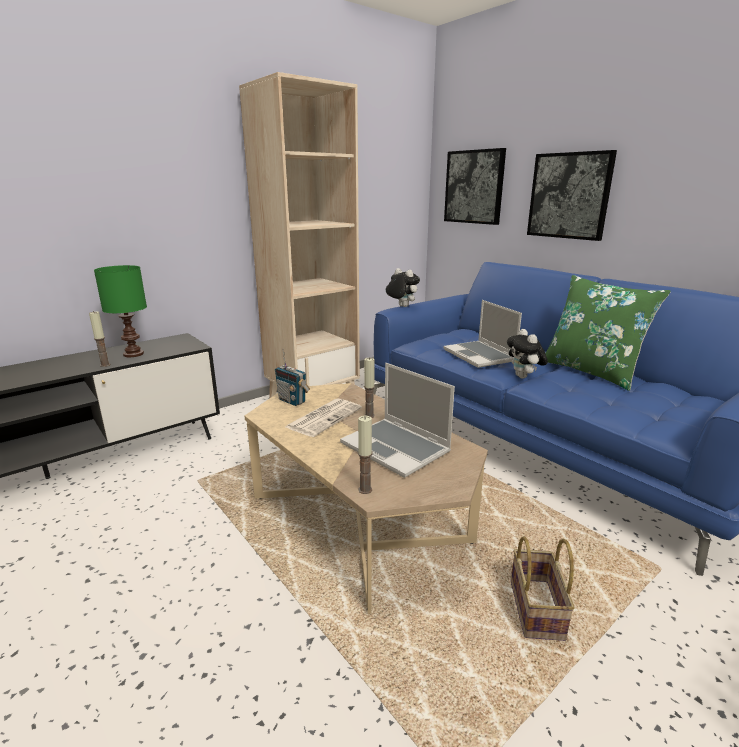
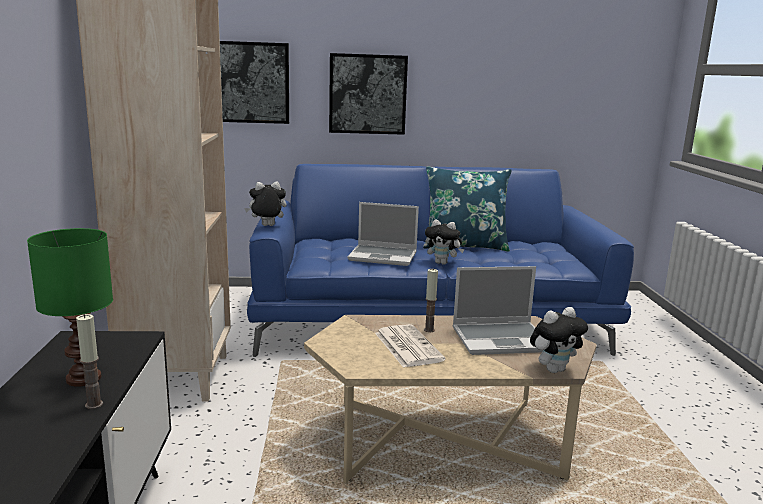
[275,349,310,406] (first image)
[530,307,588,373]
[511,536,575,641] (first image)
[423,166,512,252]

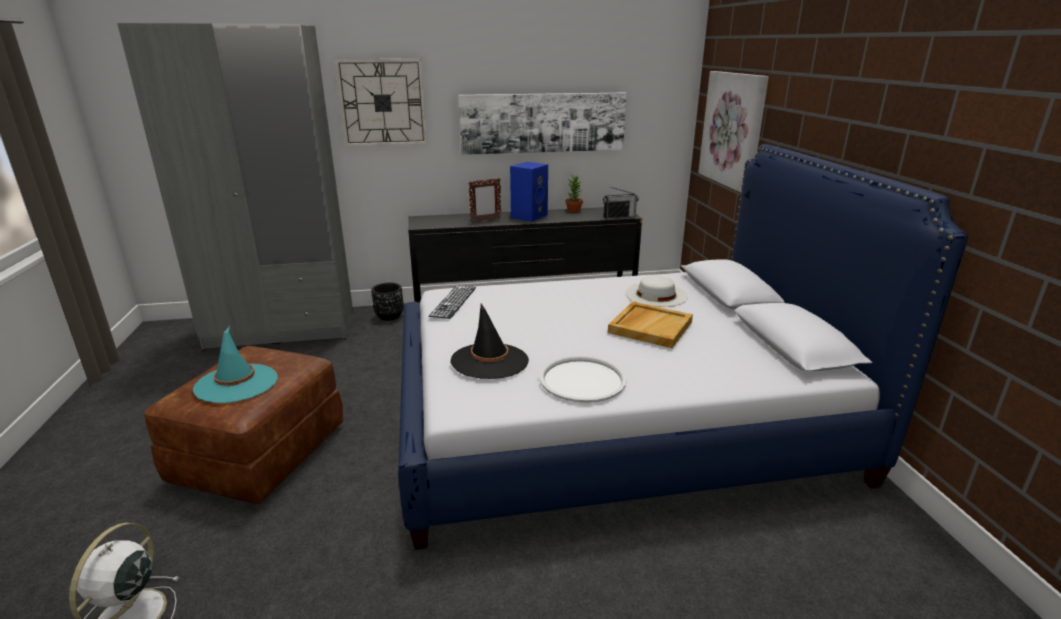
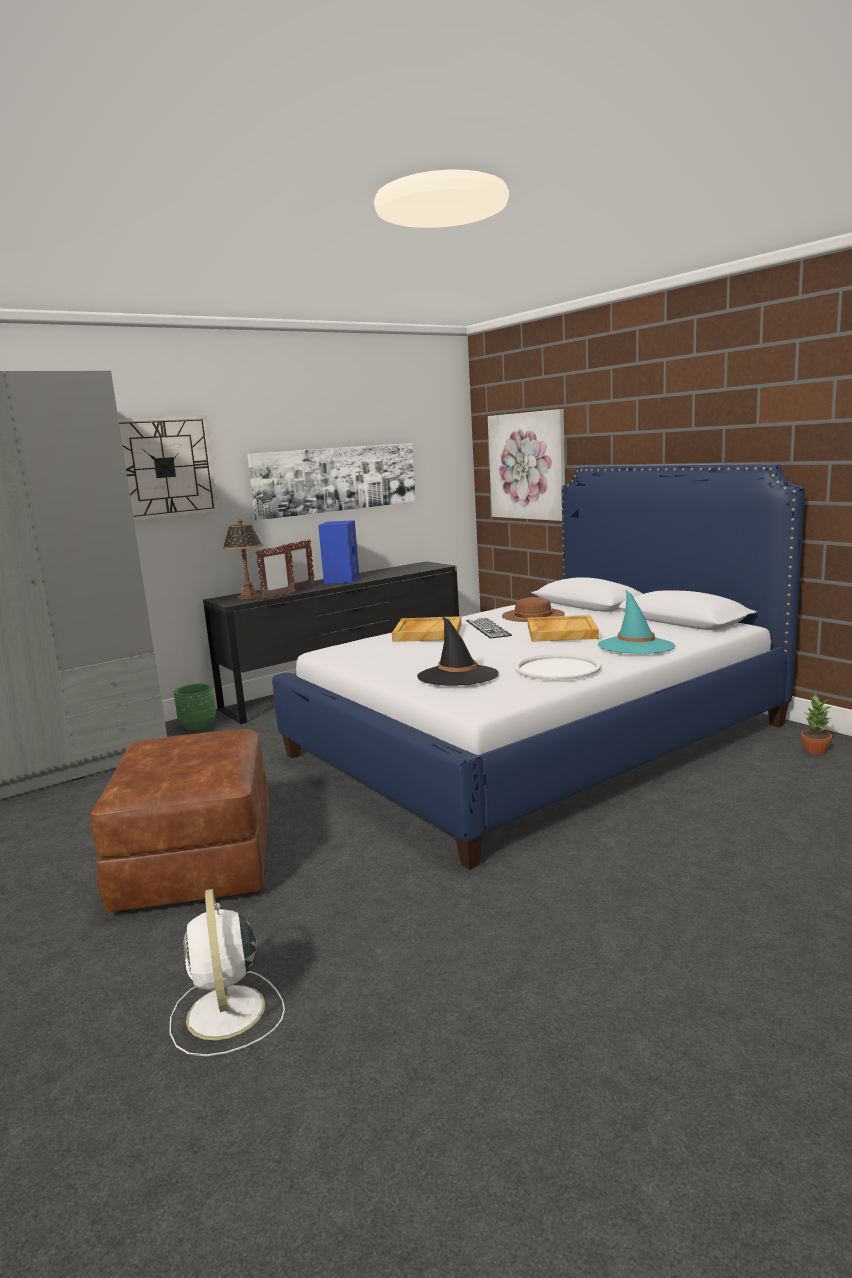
[598,589,675,654]
[174,683,216,731]
[466,618,512,639]
[801,695,832,754]
[603,186,639,219] (first image)
[502,597,565,622]
[222,519,263,599]
[255,544,296,599]
[392,616,462,642]

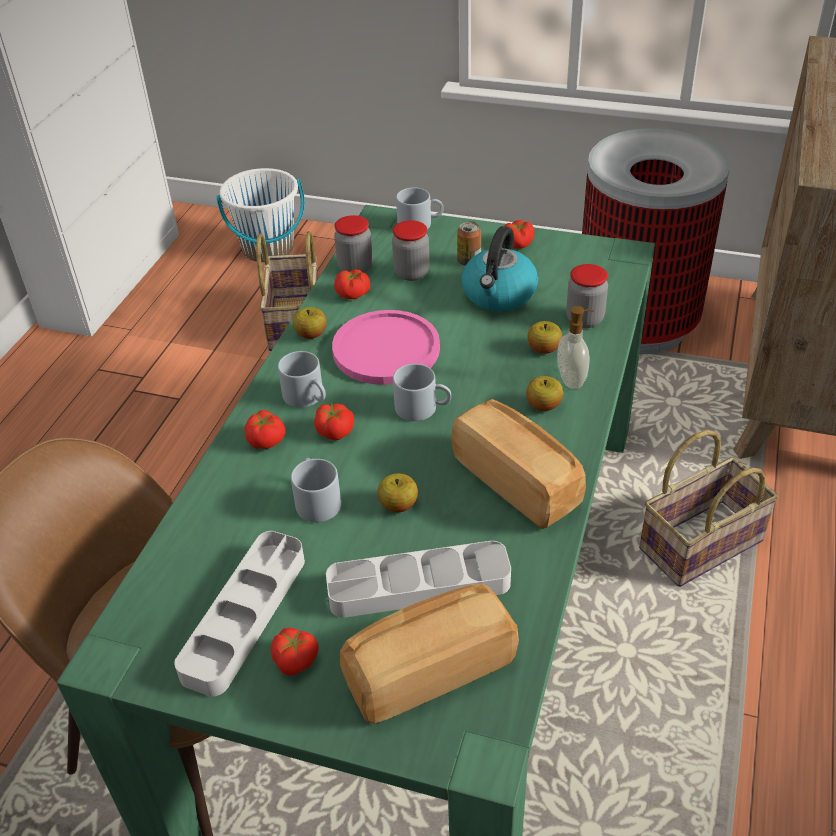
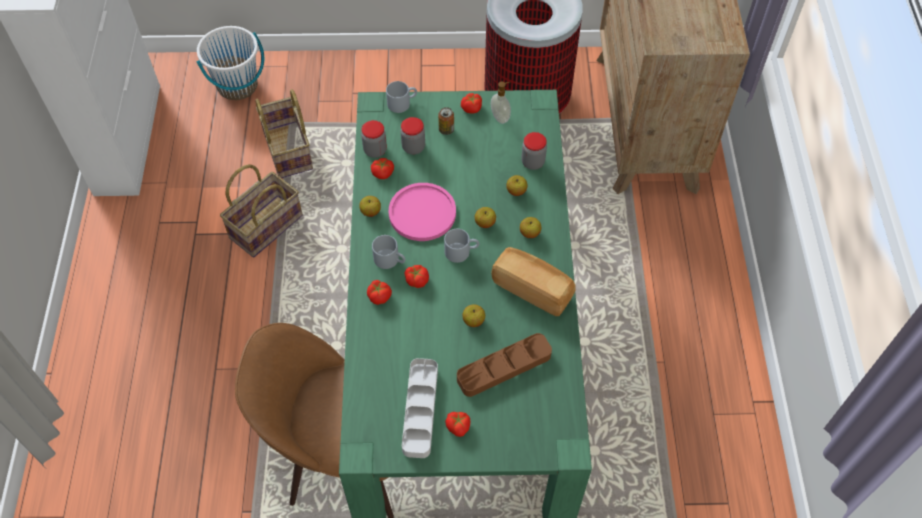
[291,458,341,522] (first image)
[457,333,552,397]
[340,584,519,724] (first image)
[461,226,538,311] (first image)
[491,81,511,124]
[220,164,303,258]
[475,207,496,228]

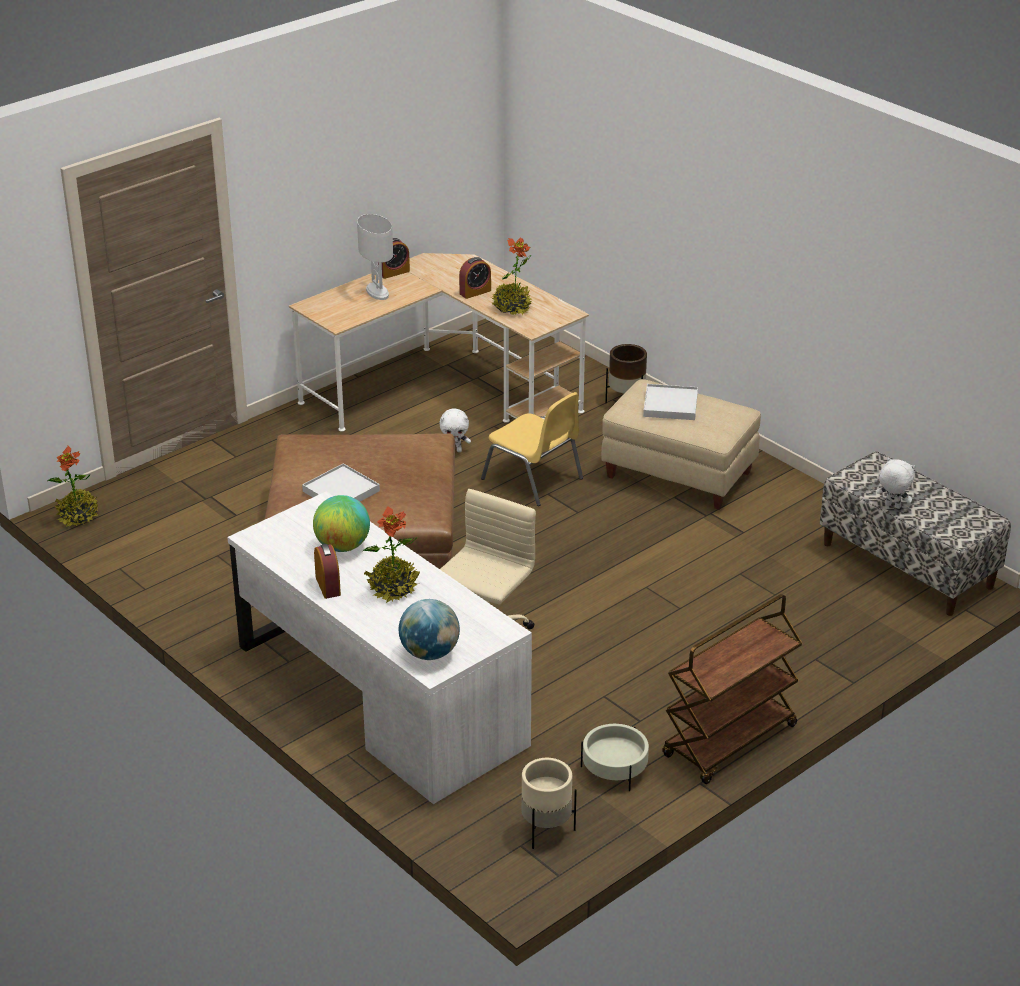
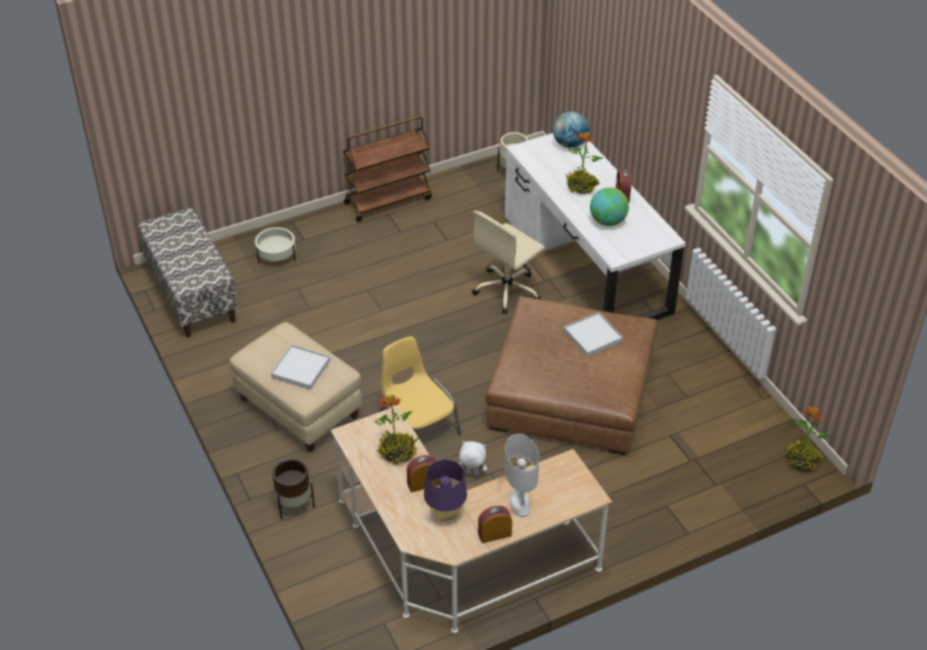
[255,227,296,264]
[877,458,915,509] (first image)
[424,459,467,522]

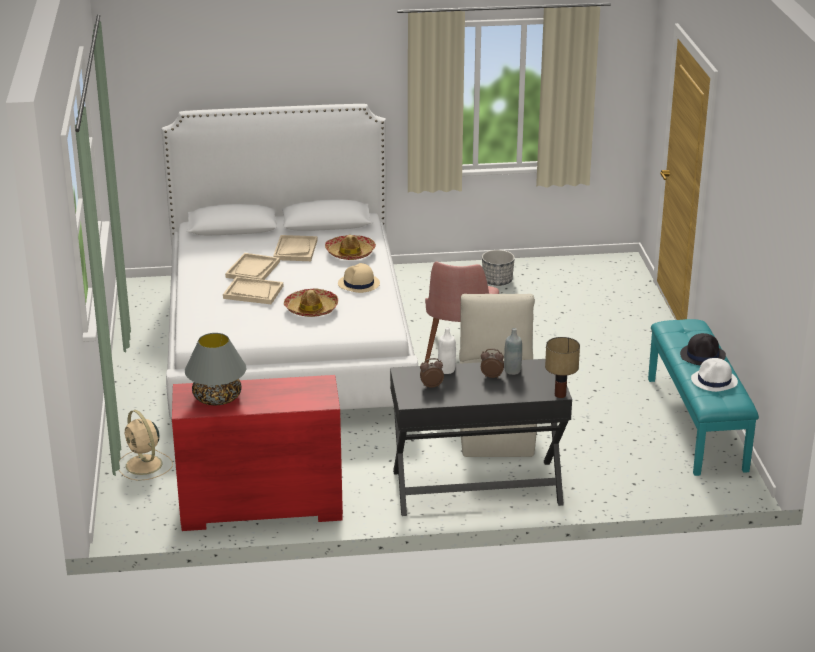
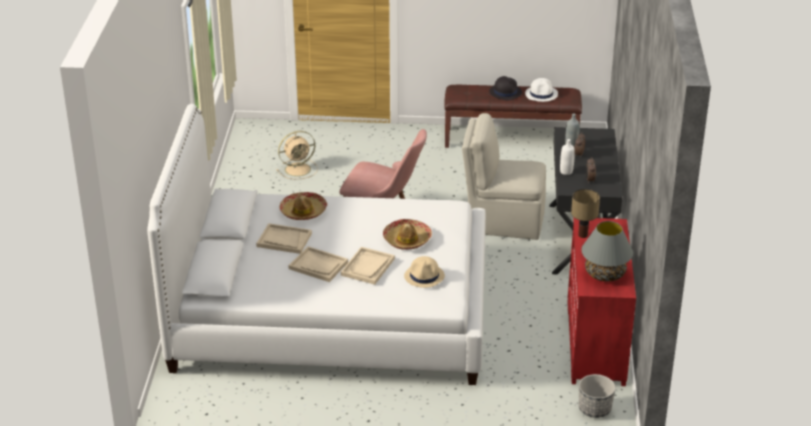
[276,131,318,179]
[404,256,445,288]
[579,374,616,418]
[571,189,600,238]
[444,85,582,148]

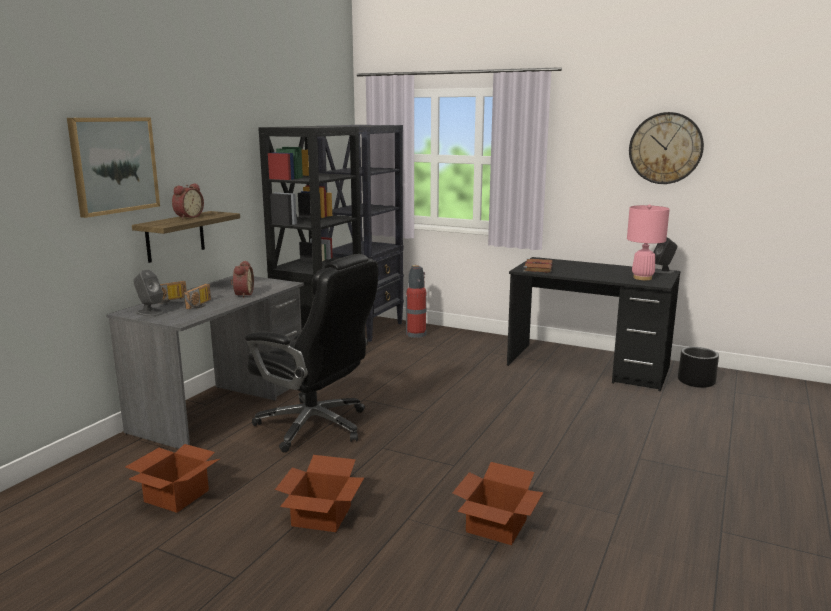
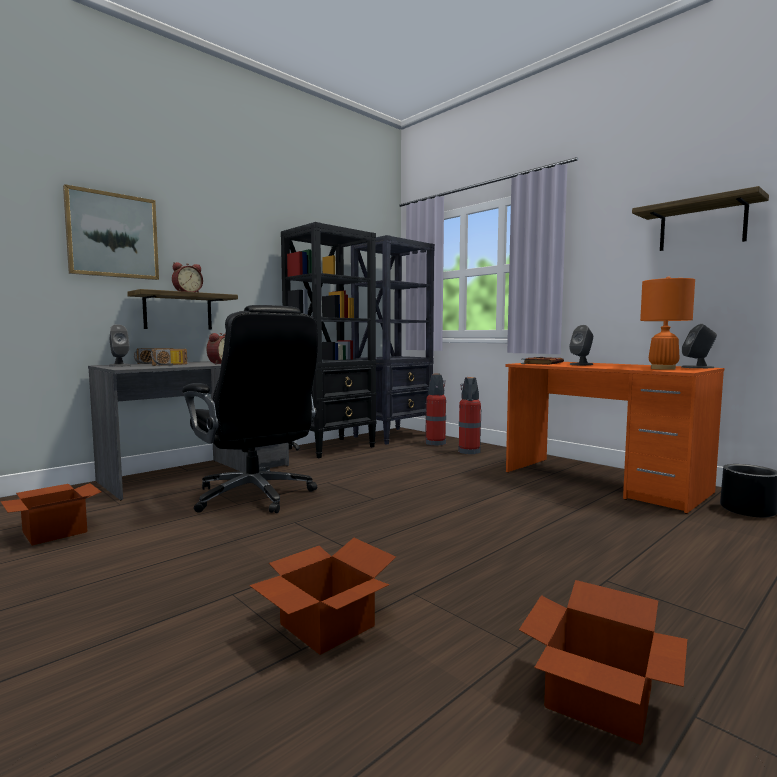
[519,580,687,745]
[505,362,724,514]
[640,276,695,370]
[632,186,769,251]
[458,377,481,454]
[569,325,593,365]

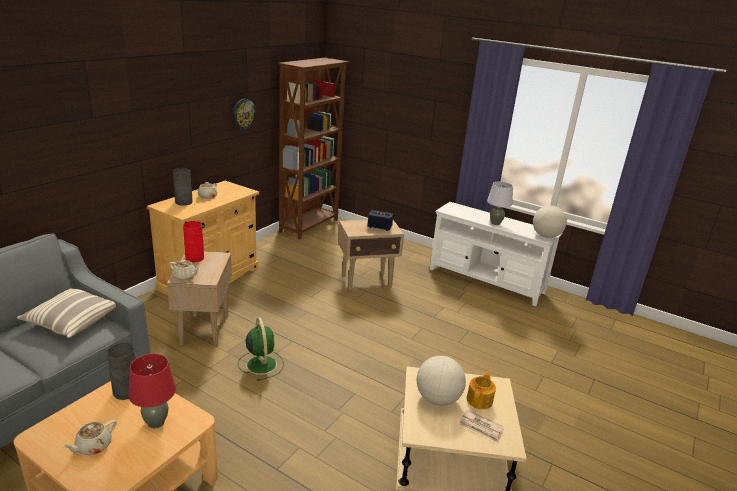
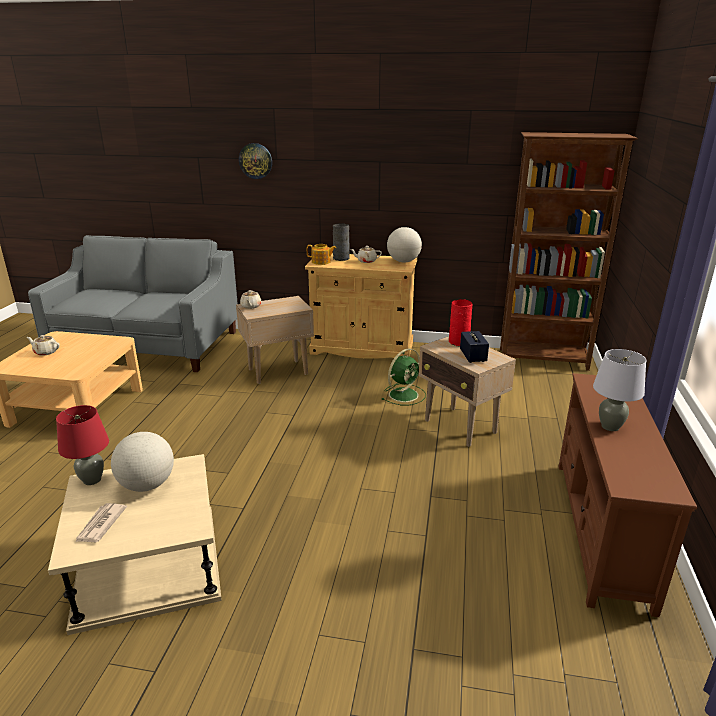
[17,288,116,338] (first image)
[107,343,135,400] (first image)
[56,405,109,485]
[449,299,472,346]
[239,143,272,179]
[382,348,426,405]
[558,373,697,617]
[307,244,336,265]
[387,227,422,262]

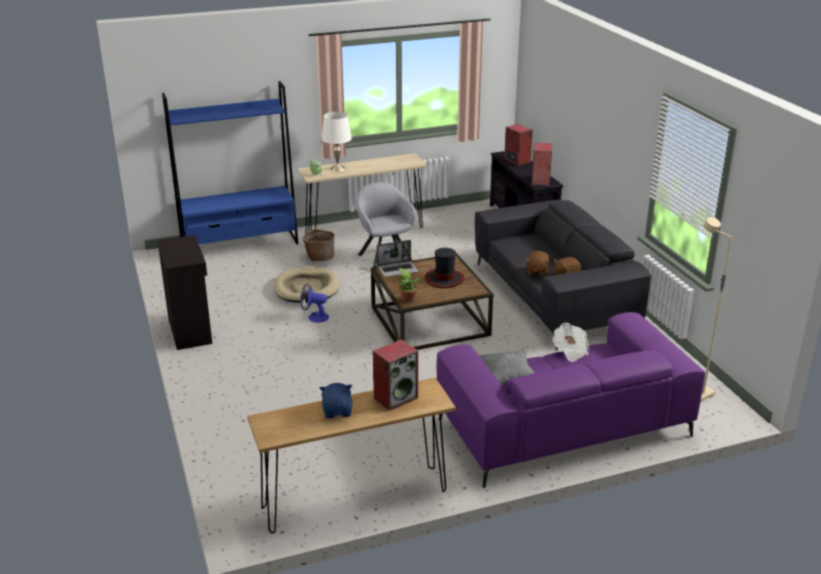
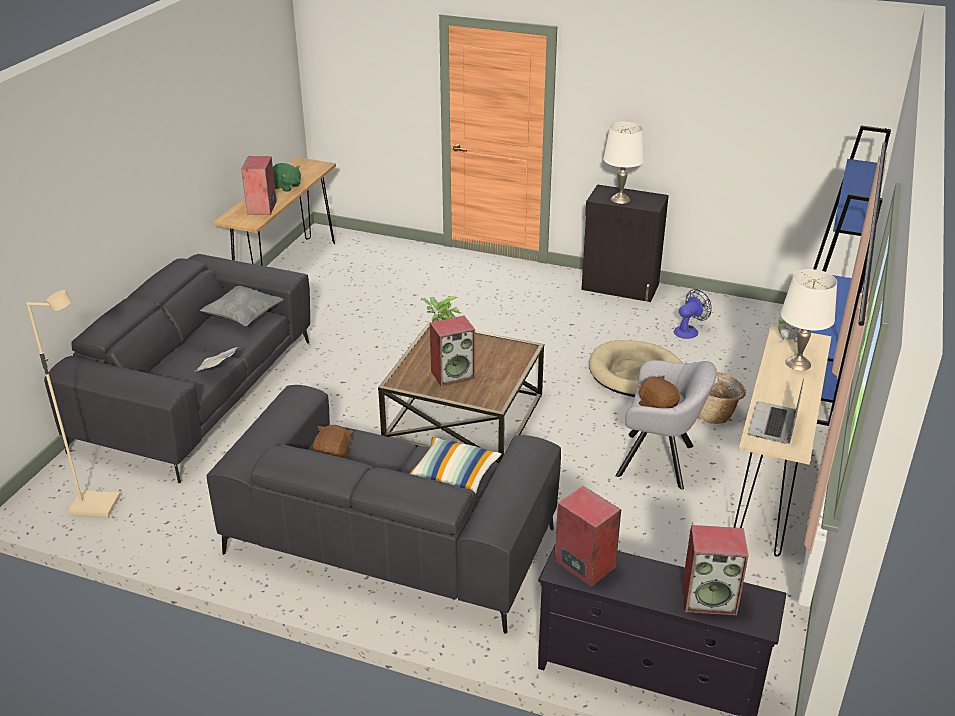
[674,289,712,339]
[273,163,301,192]
[748,379,804,444]
[430,316,475,387]
[44,254,310,483]
[638,376,680,408]
[409,437,501,494]
[603,122,644,204]

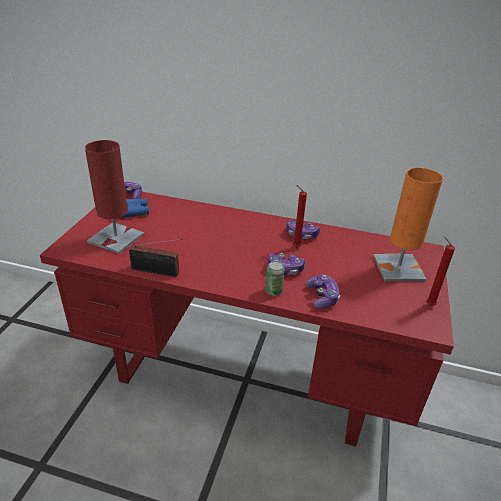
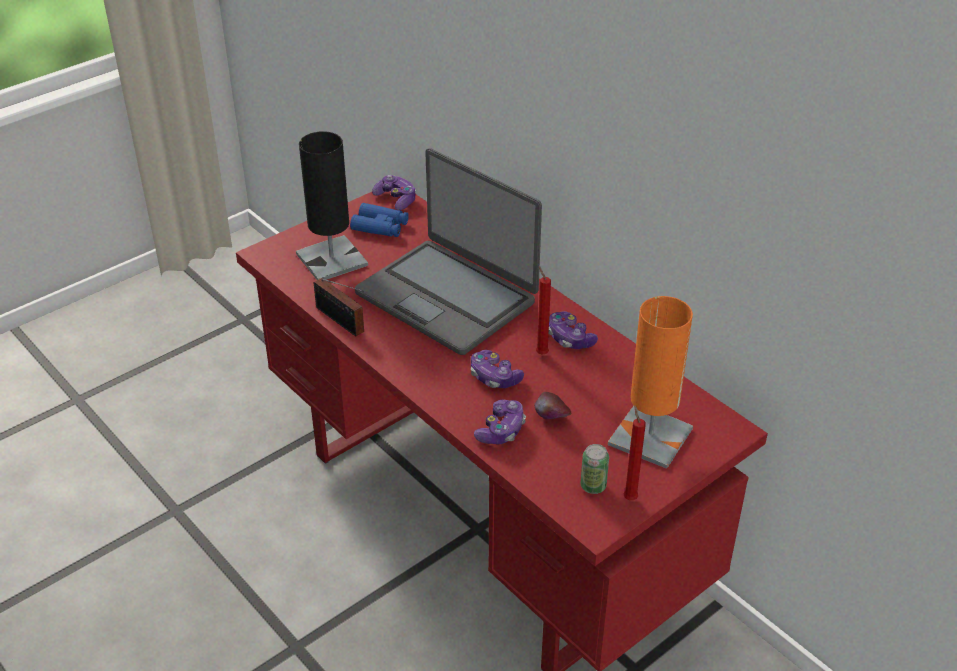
[296,131,368,280]
[581,444,609,494]
[355,148,542,355]
[534,392,571,419]

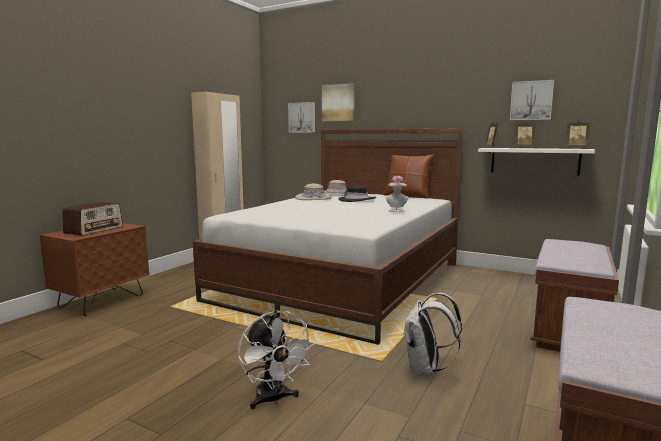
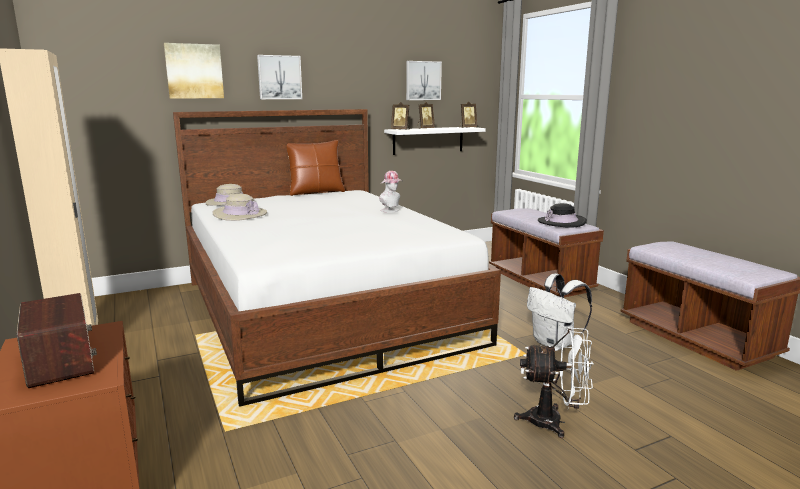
[257,55,302,99]
[538,203,587,228]

